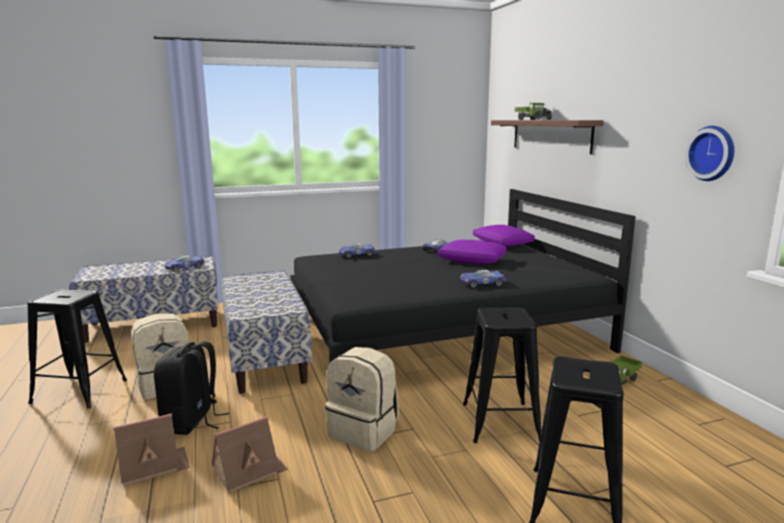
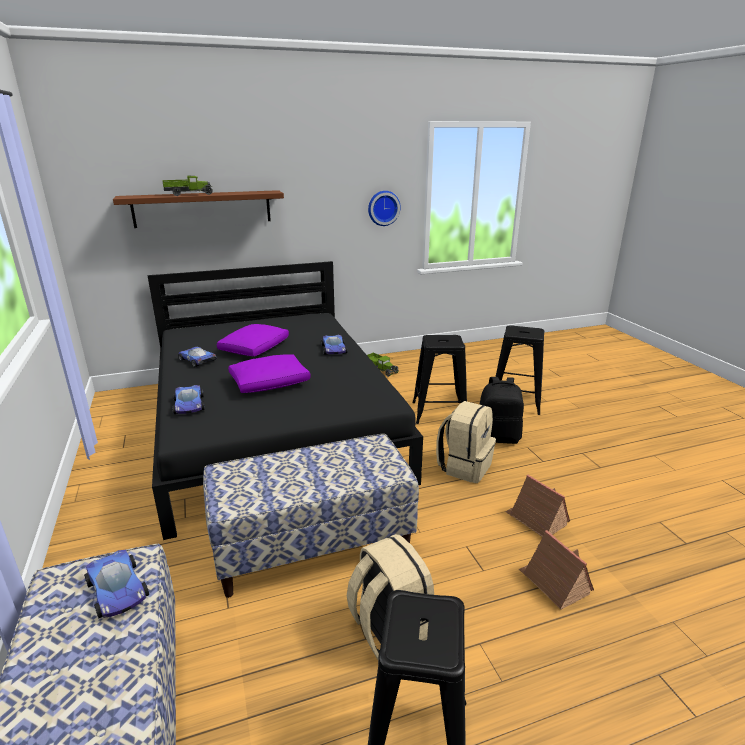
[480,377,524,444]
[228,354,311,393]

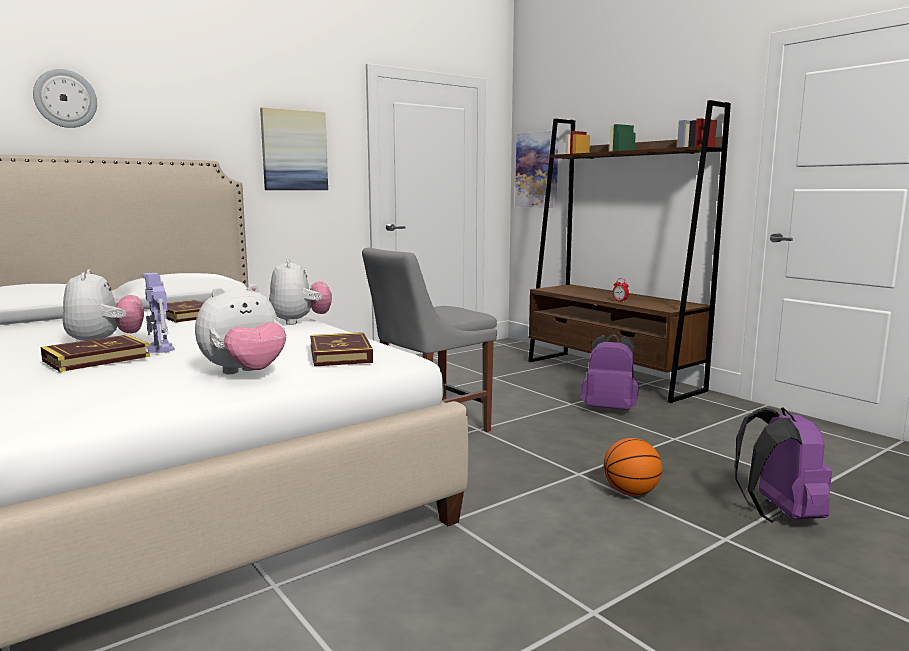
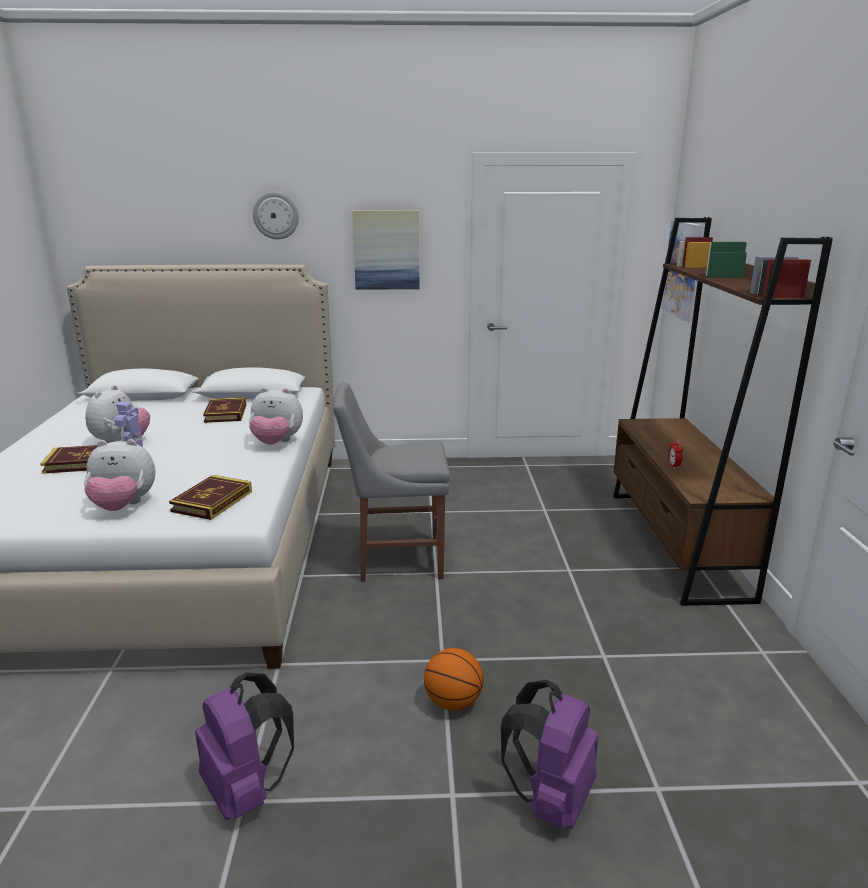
[253,192,299,239]
[249,388,303,445]
[195,672,294,820]

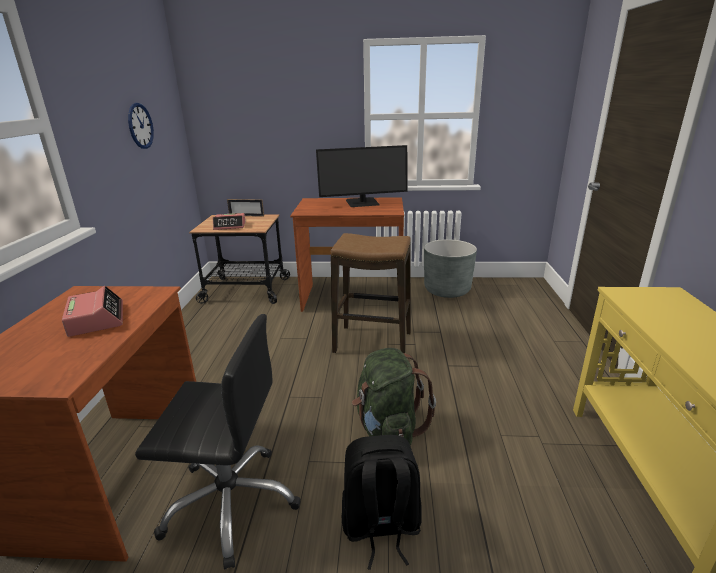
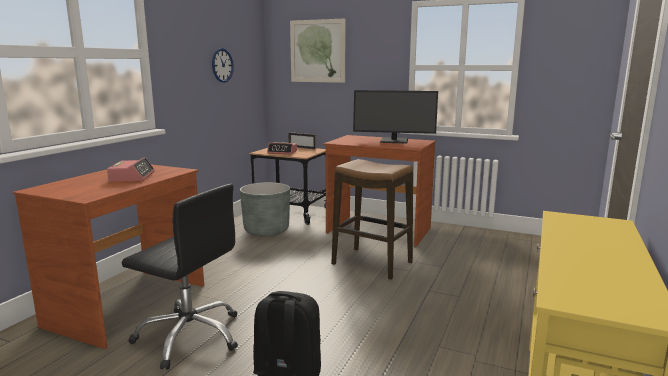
[352,348,436,446] (first image)
[240,182,290,237]
[290,19,346,83]

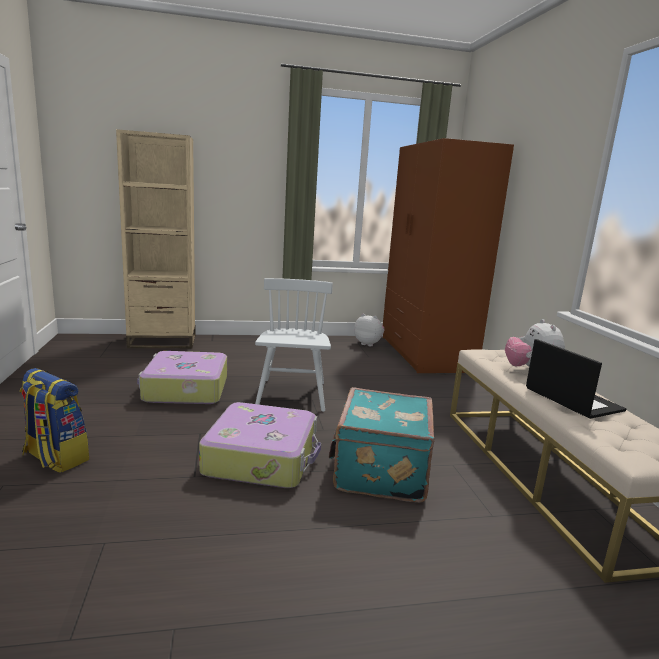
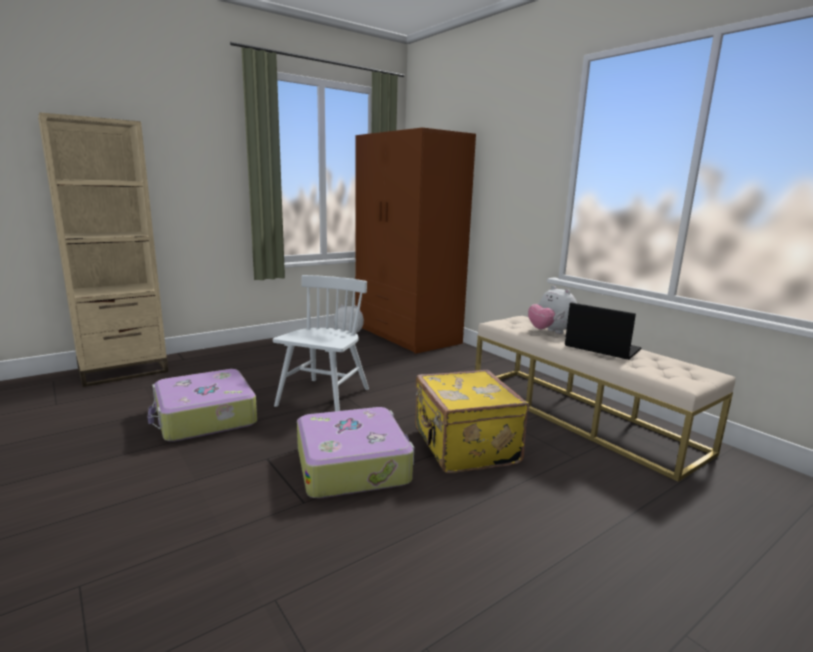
[19,368,89,473] (first image)
[273,275,369,411]
[415,370,529,473]

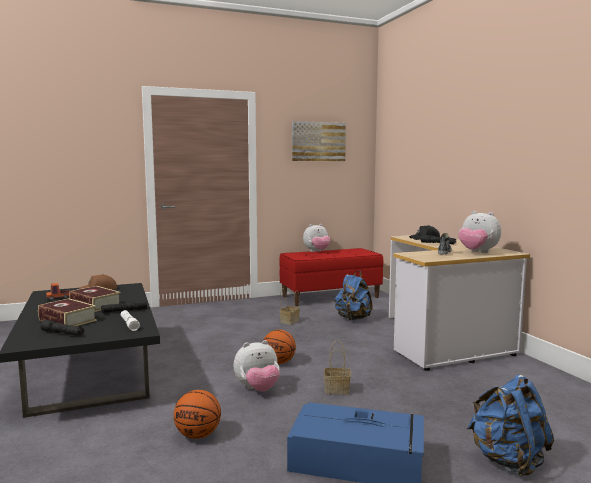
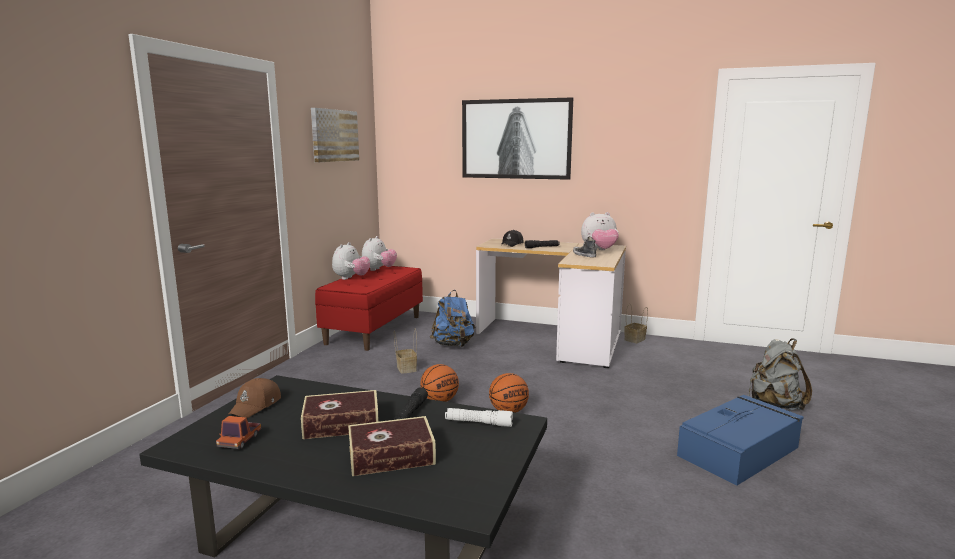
[41,320,84,336] (first image)
[421,364,459,402]
[362,236,397,271]
[624,303,648,343]
[748,338,812,411]
[462,97,573,180]

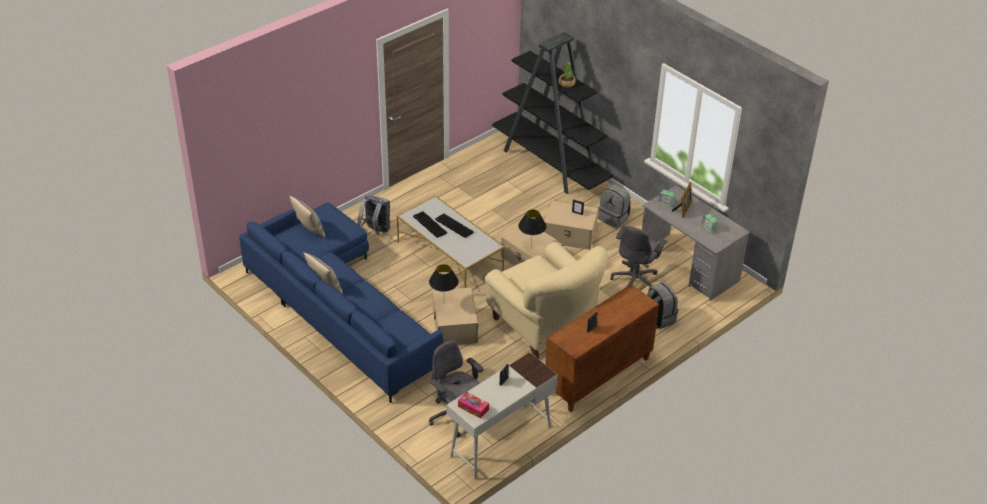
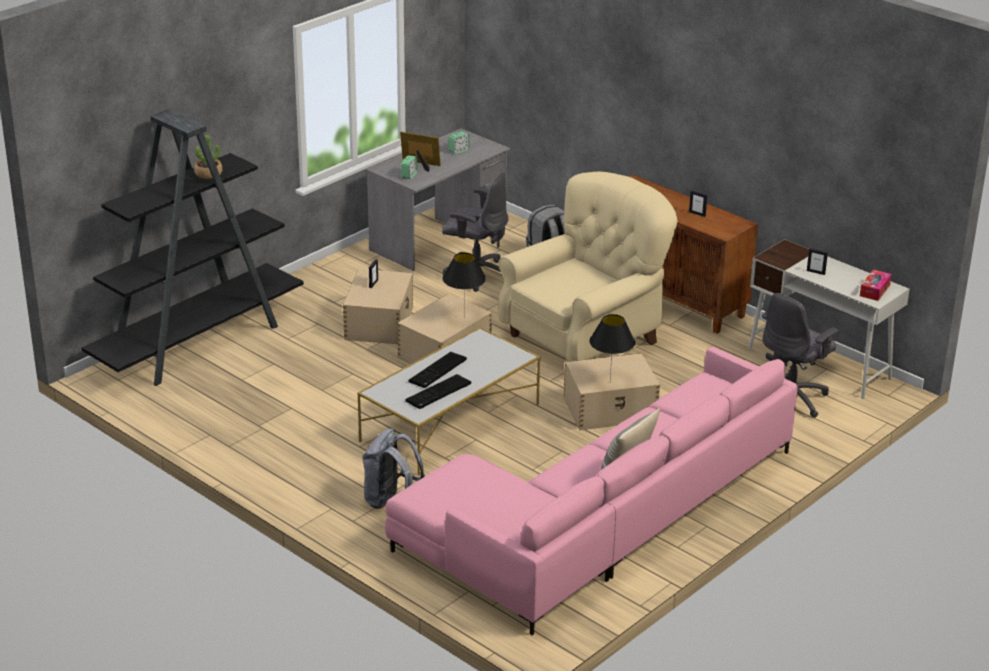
[385,347,798,635]
[289,195,325,238] (first image)
[598,184,631,228] (first image)

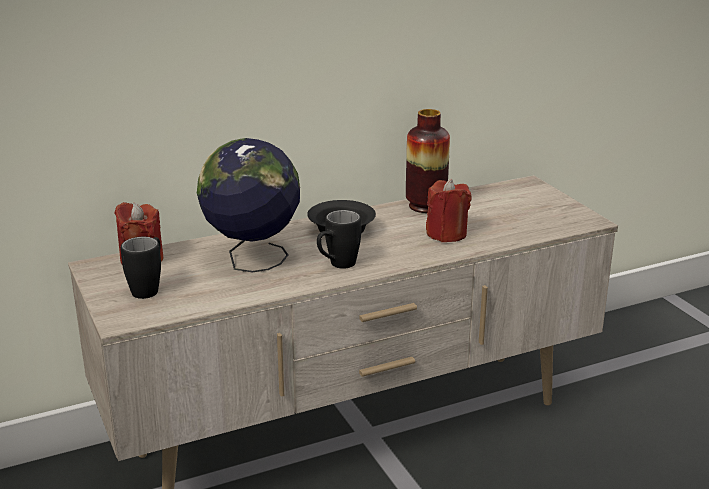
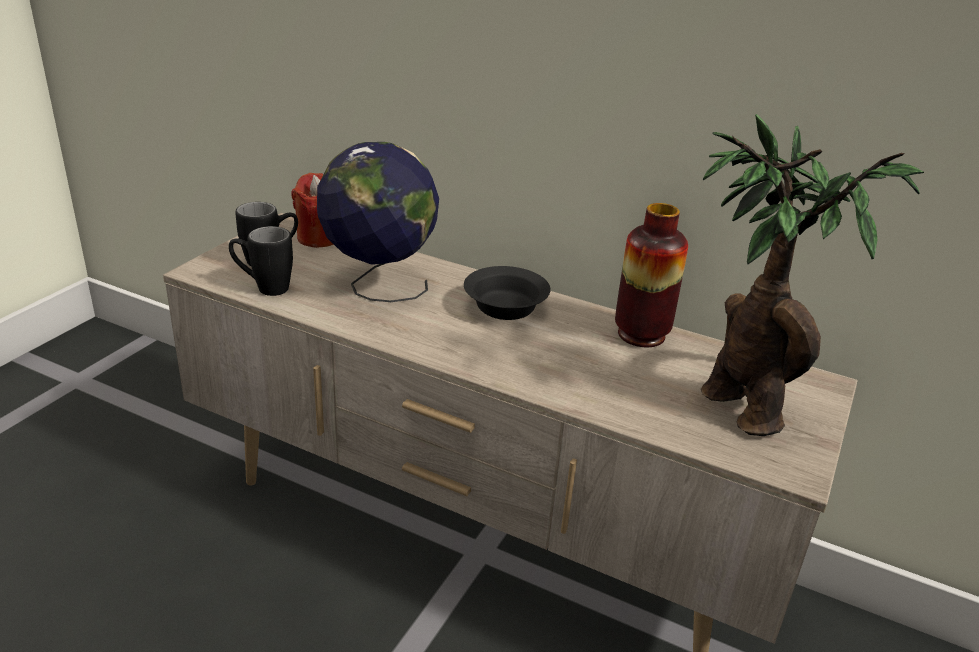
[229,226,293,296]
[426,179,471,242] (first image)
[701,114,924,436]

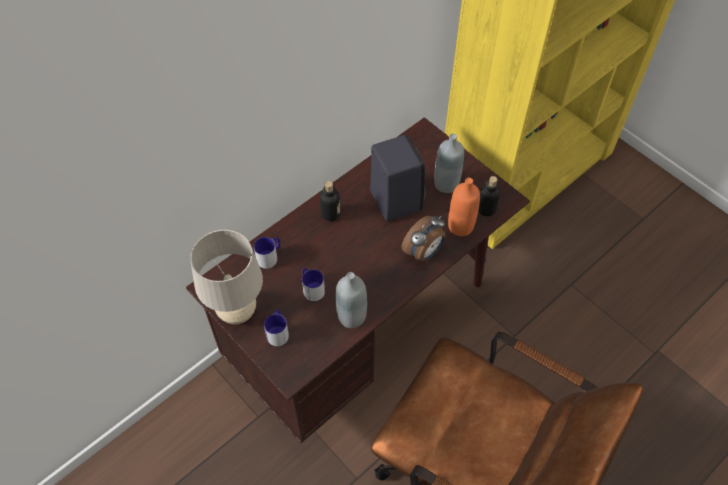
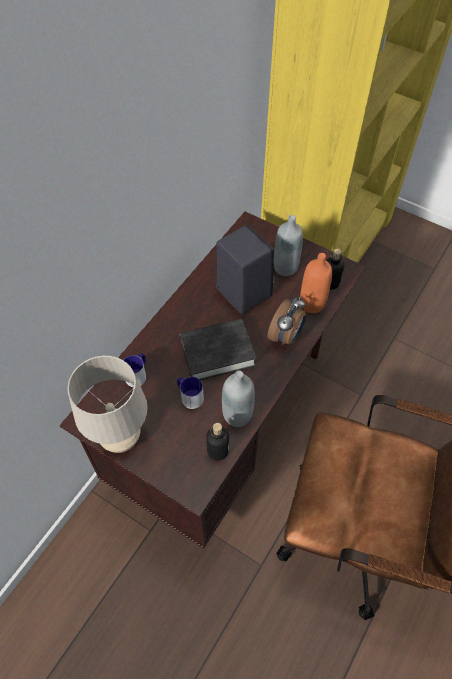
[264,310,289,346] (first image)
[206,423,229,461]
[180,318,257,380]

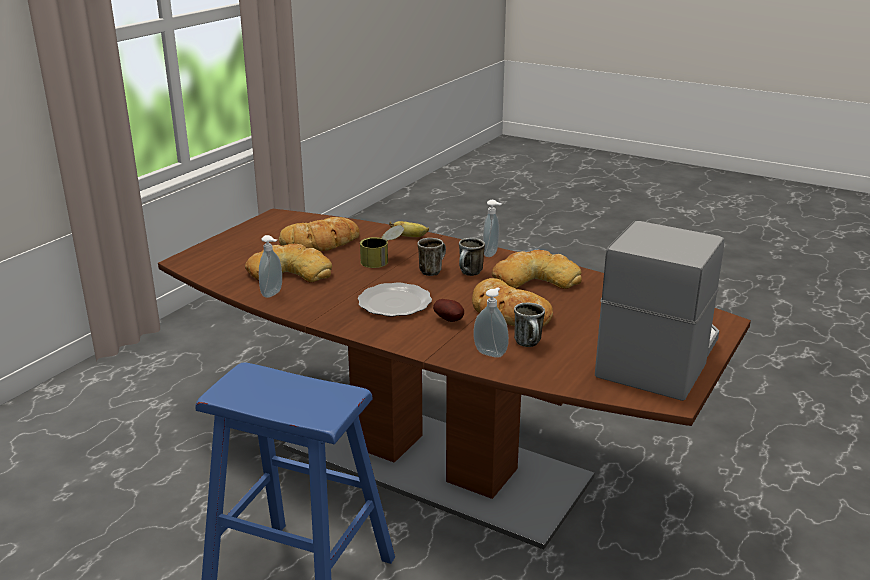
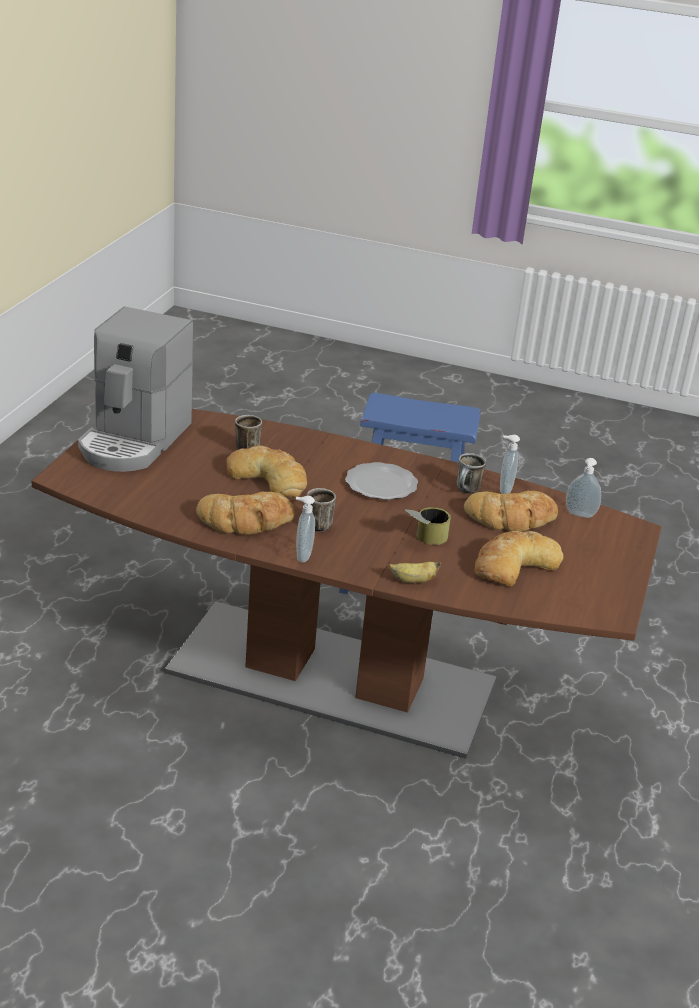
[457,453,486,494]
[433,299,464,322] (first image)
[566,458,601,518]

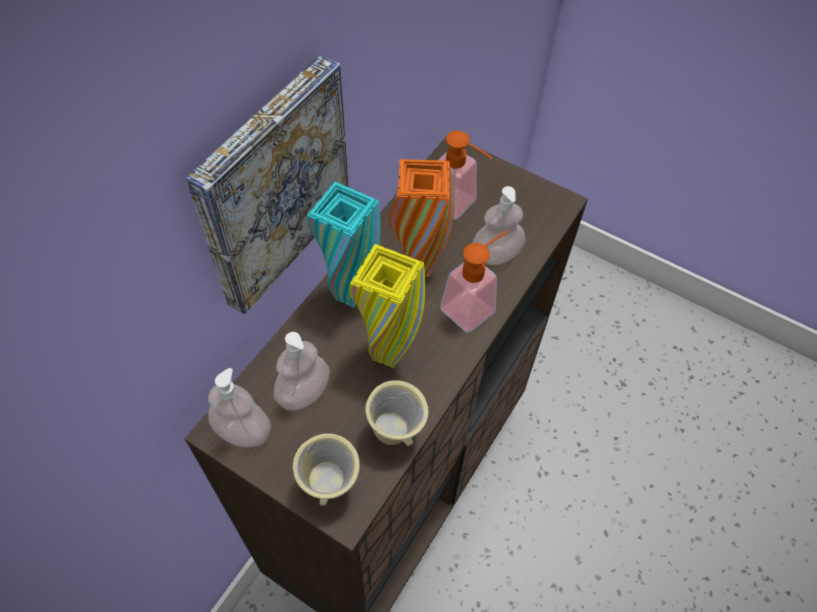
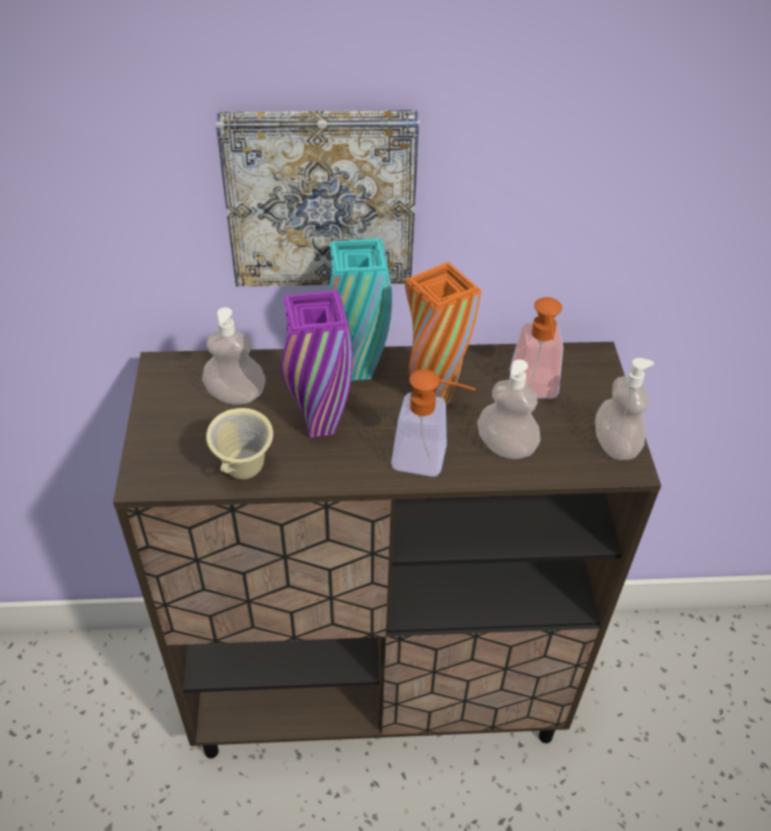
[595,358,654,460]
[293,433,360,506] (first image)
[281,290,353,438]

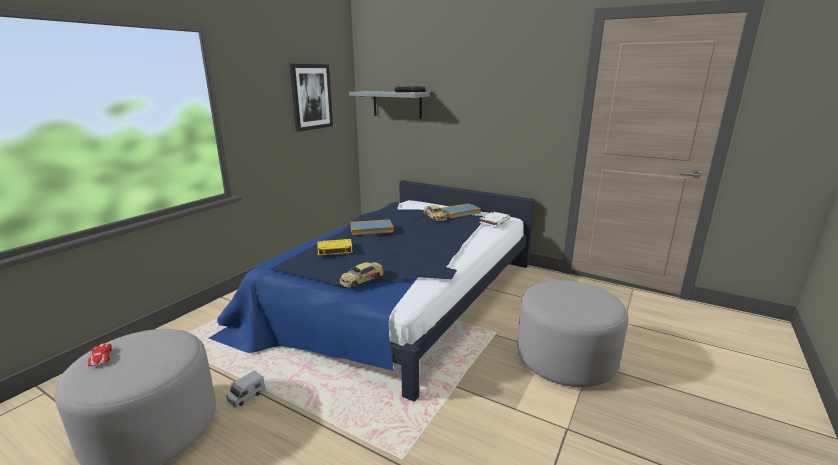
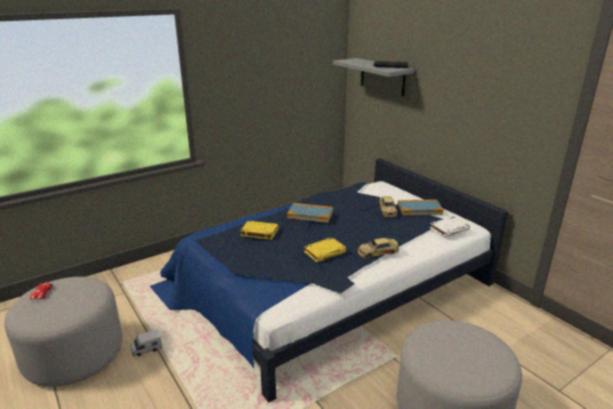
[289,64,333,132] (first image)
[358,238,399,258]
[304,237,347,262]

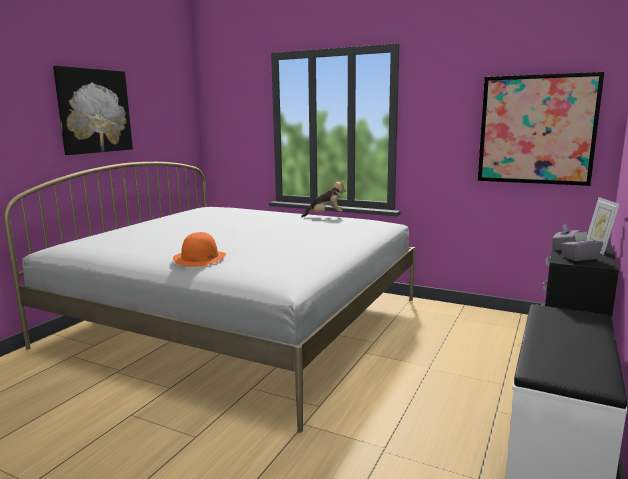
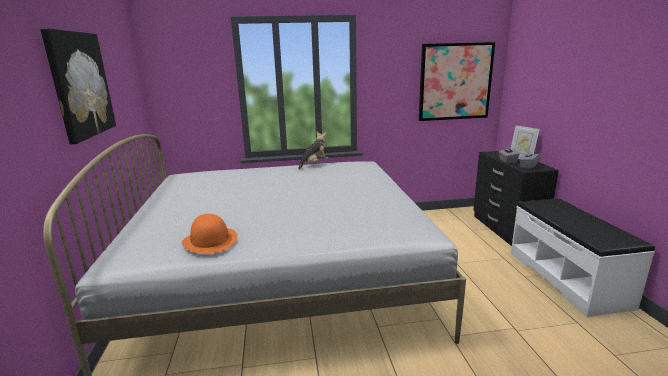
[182,214,238,254]

